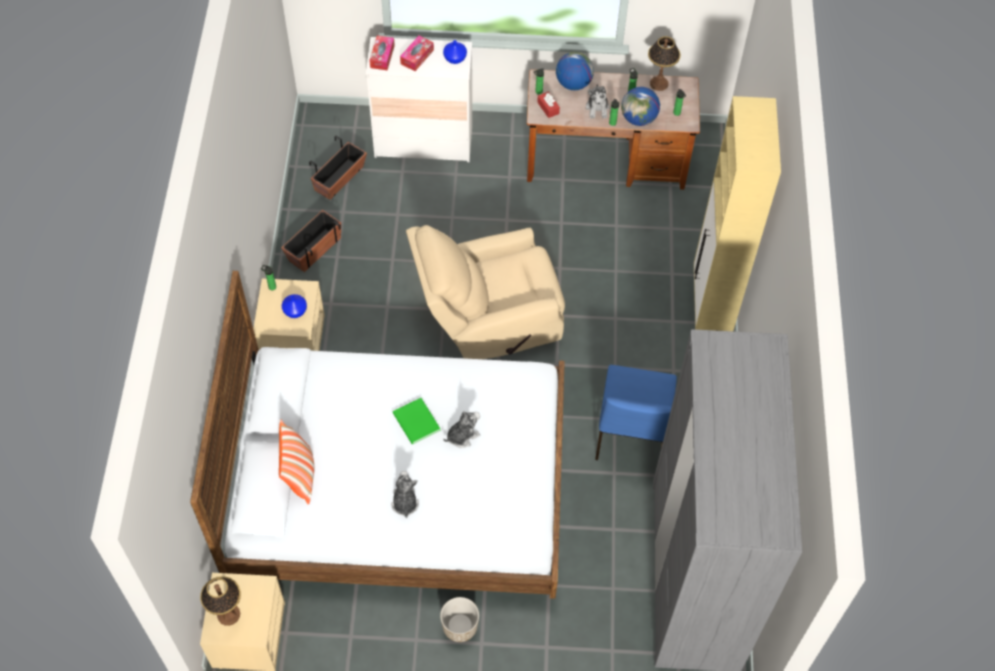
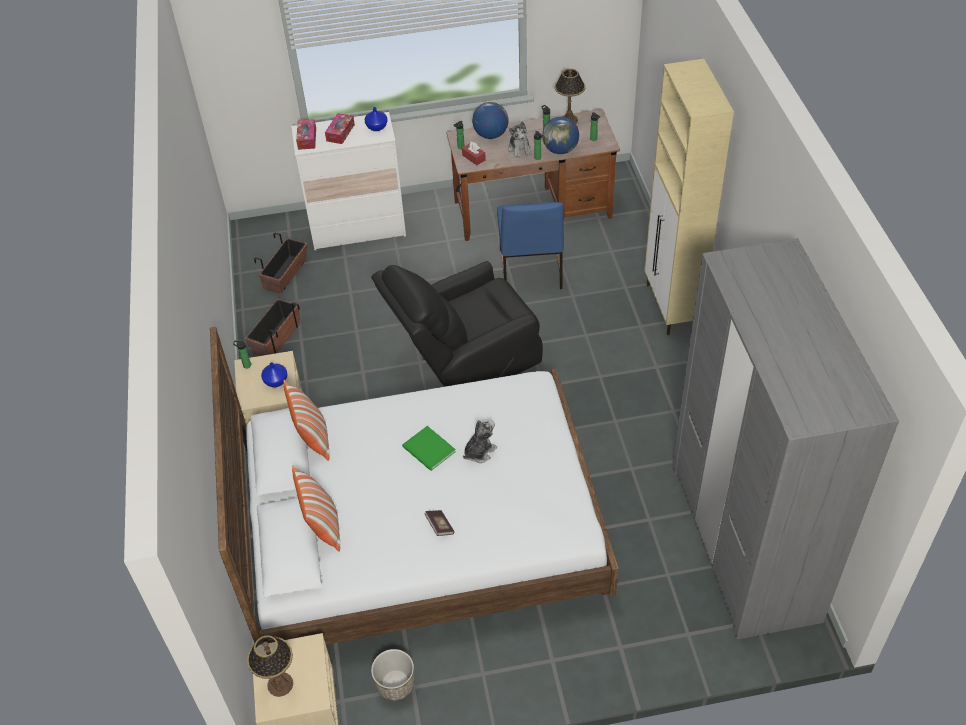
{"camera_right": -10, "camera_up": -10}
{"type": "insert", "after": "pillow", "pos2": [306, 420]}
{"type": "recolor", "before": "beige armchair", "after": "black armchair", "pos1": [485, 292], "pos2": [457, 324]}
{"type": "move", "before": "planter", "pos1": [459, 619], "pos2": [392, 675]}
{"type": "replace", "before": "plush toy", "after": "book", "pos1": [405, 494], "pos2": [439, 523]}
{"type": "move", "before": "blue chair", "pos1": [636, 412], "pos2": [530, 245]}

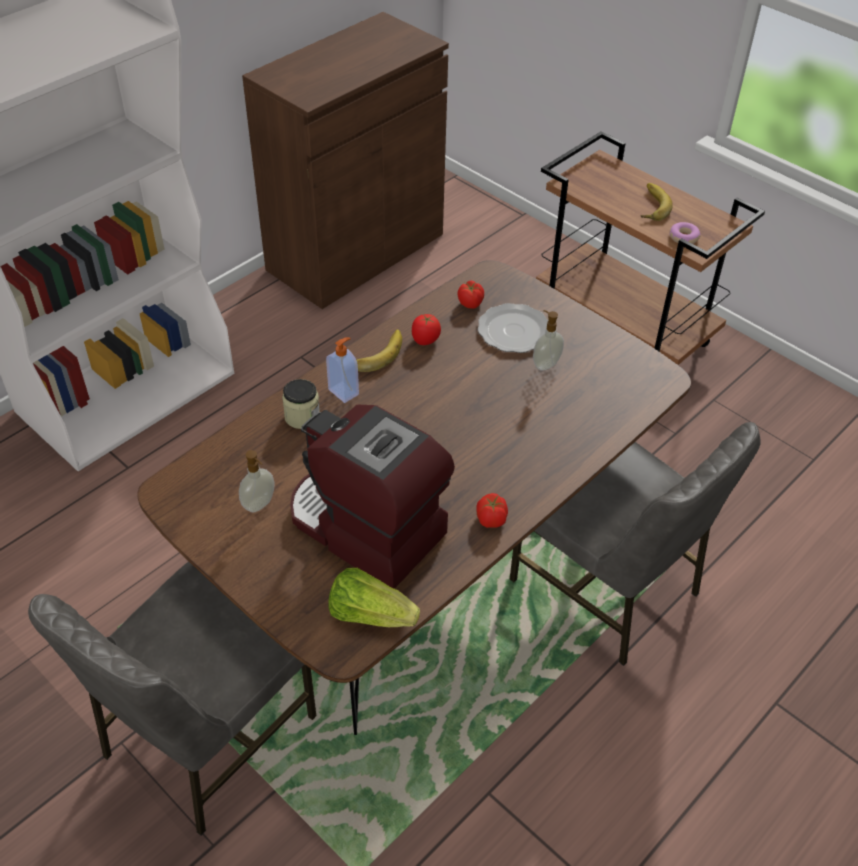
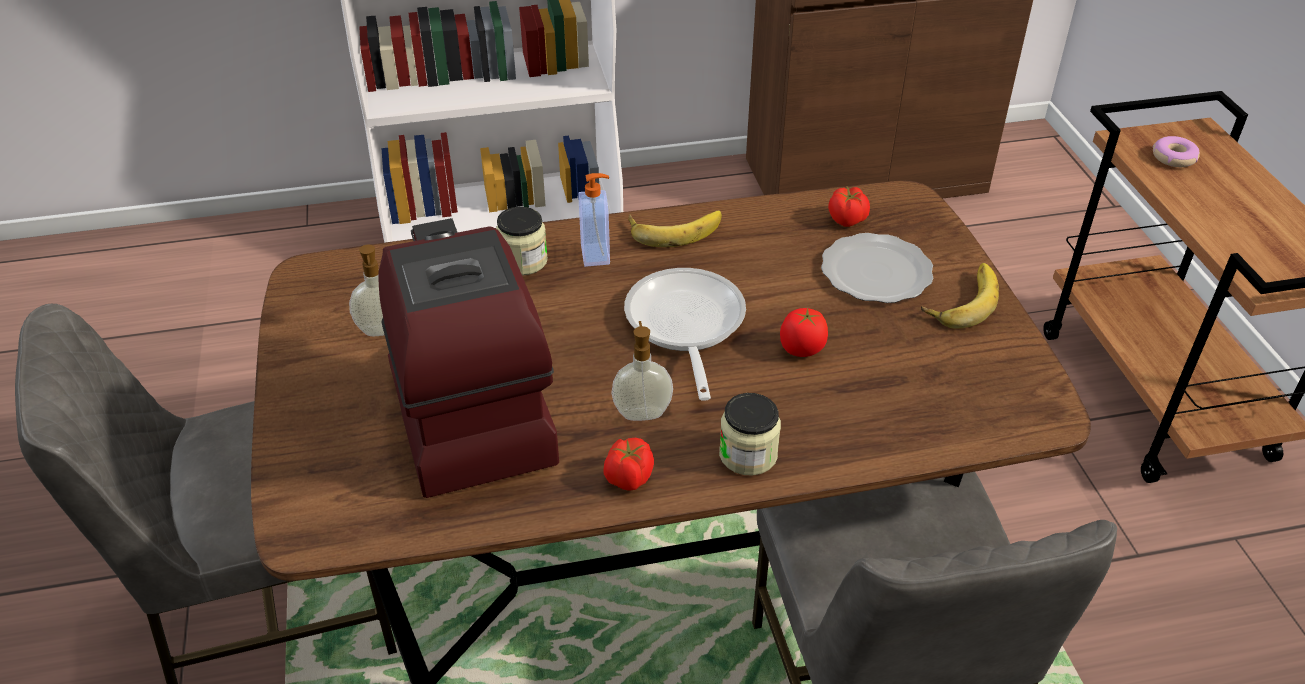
{"camera_right": 35, "camera_up": -5}
{"type": "move", "before": "soap dispenser", "pos1": [548, 340], "pos2": [642, 371]}
{"type": "insert", "after": "frying pan", "pos2": [685, 334]}
{"type": "insert", "after": "jar", "pos2": [750, 434]}
{"type": "move", "before": "tomato", "pos1": [426, 329], "pos2": [804, 332]}
{"type": "move", "before": "banana", "pos1": [657, 202], "pos2": [960, 296]}
{"type": "move", "before": "donut", "pos1": [685, 233], "pos2": [1176, 151]}
{"type": "delete", "before": "lettuce", "pos1": [374, 597]}

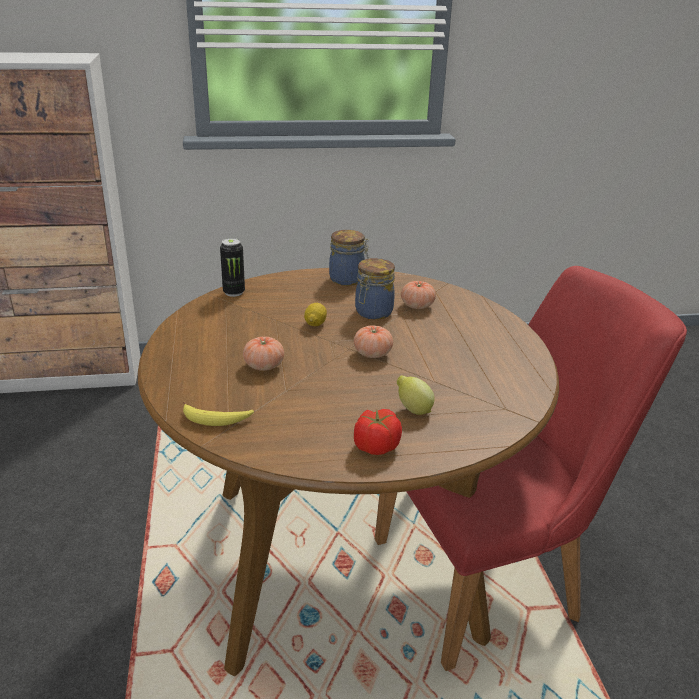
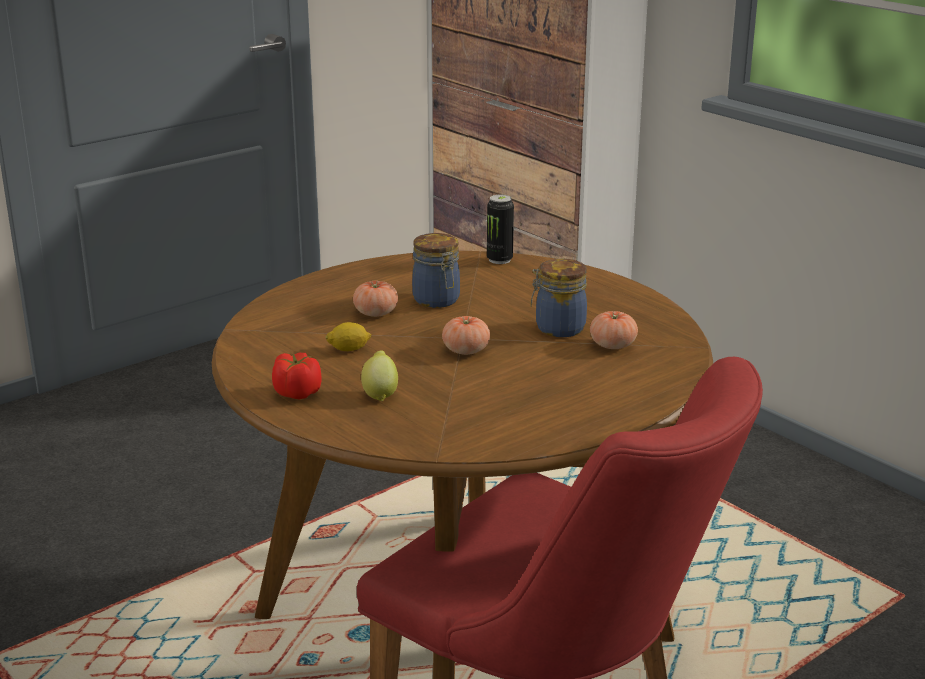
{"camera_right": 60, "camera_up": -5}
{"type": "move", "before": "lemon", "pos1": [315, 314], "pos2": [348, 336]}
{"type": "move", "before": "jar", "pos1": [349, 258], "pos2": [436, 270]}
{"type": "delete", "before": "banana", "pos1": [218, 414]}

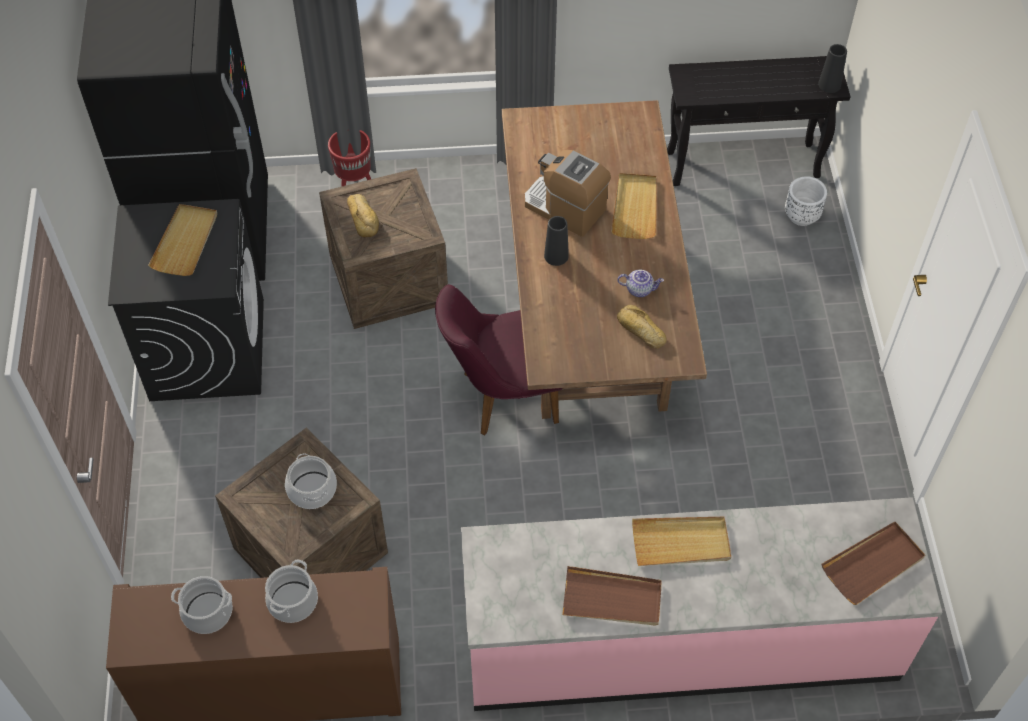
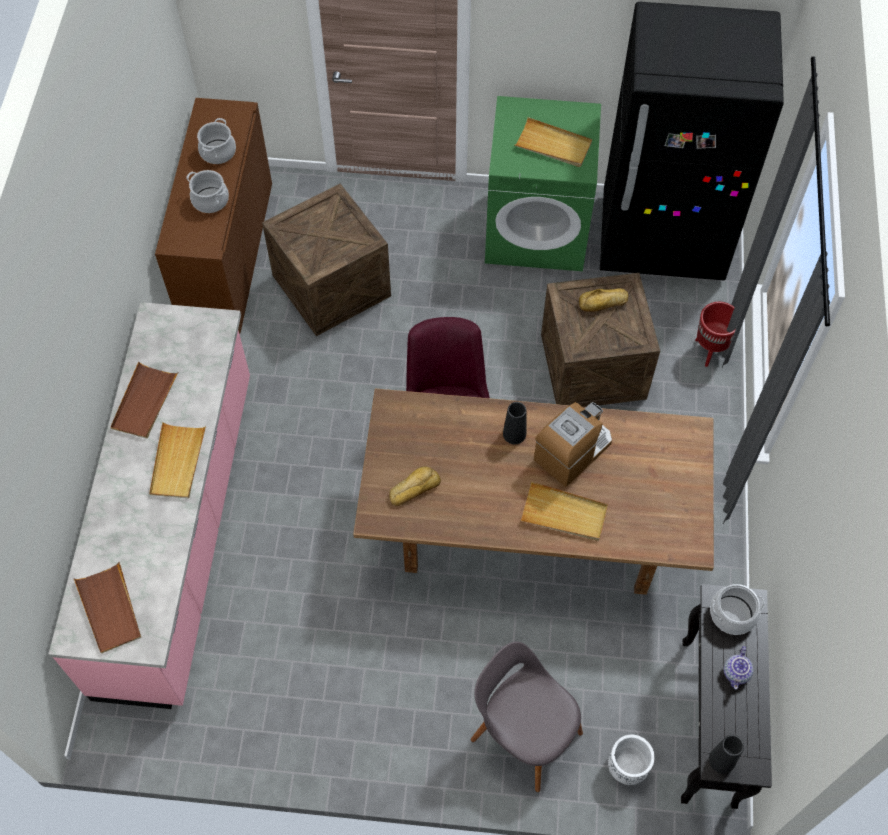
{"camera_right": 100, "camera_up": 5}
{"type": "insert", "after": "grey chair", "pos2": [527, 716]}
{"type": "recolor", "before": "black washing machine", "after": "green washing machine", "pos1": [186, 300], "pos2": [543, 183]}
{"type": "move", "before": "cooking pot", "pos1": [311, 481], "pos2": [737, 609]}
{"type": "move", "before": "teapot", "pos1": [640, 283], "pos2": [738, 667]}

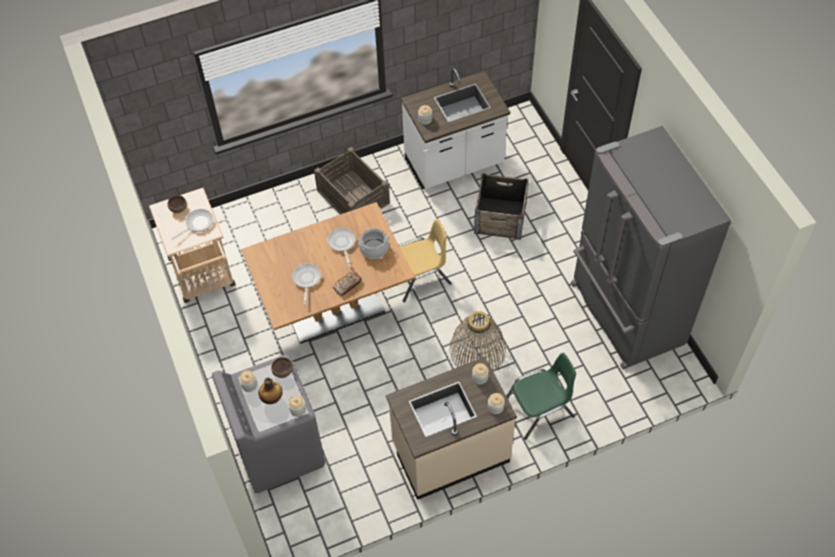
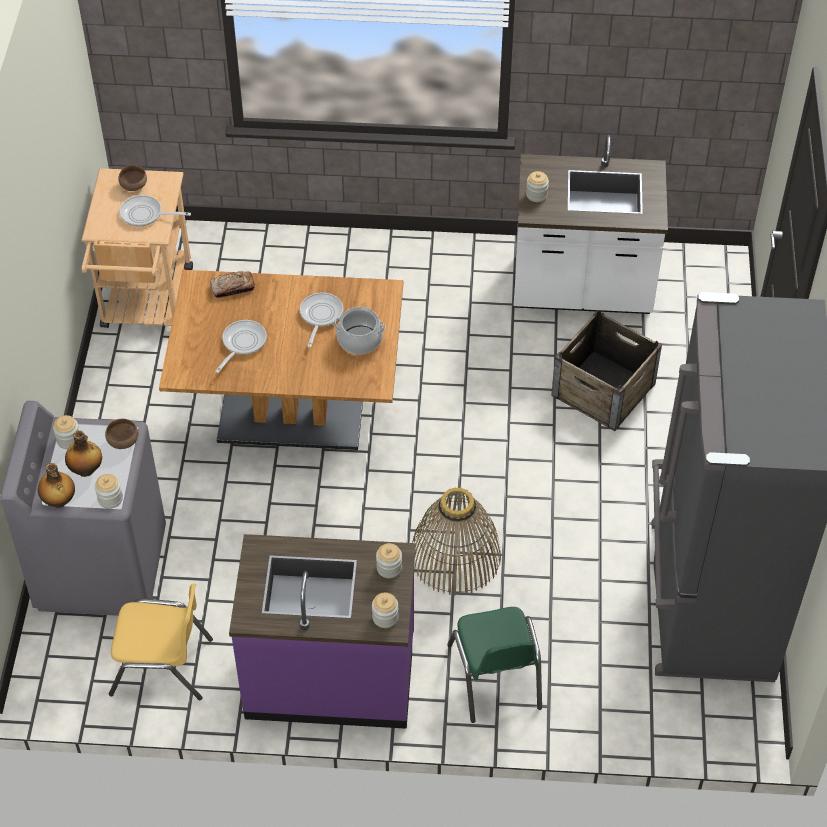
{"camera_right": 25, "camera_up": -5}
{"type": "insert", "after": "bottle", "pos2": [56, 485]}
{"type": "move", "before": "yellow chair", "pos1": [425, 261], "pos2": [161, 642]}
{"type": "rotate", "before": "frying pan", "pos1": [192, 224], "pos2": [155, 211], "turn": -150}
{"type": "move", "before": "bread", "pos1": [347, 283], "pos2": [232, 284]}
{"type": "recolor", "before": "beige counter", "after": "purple counter", "pos1": [451, 428], "pos2": [322, 631]}
{"type": "rotate", "before": "green chair", "pos1": [541, 396], "pos2": [494, 665], "turn": 75}
{"type": "delete", "before": "crate", "pos1": [352, 180]}

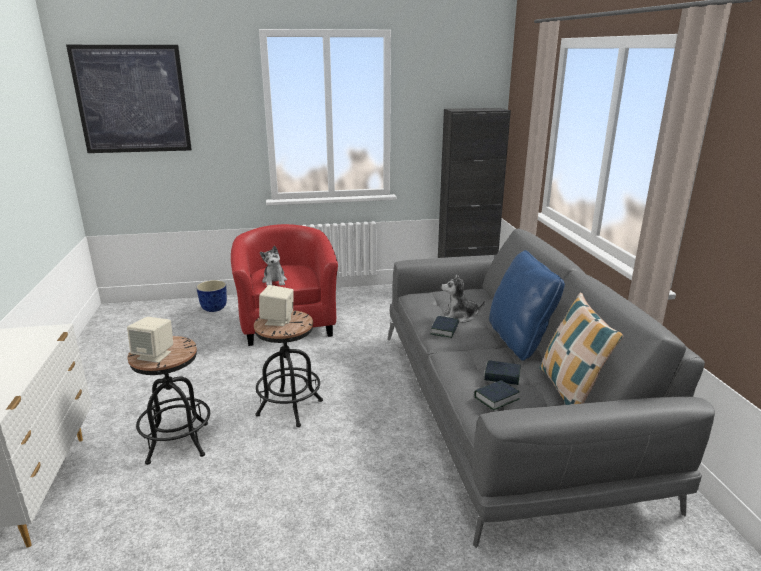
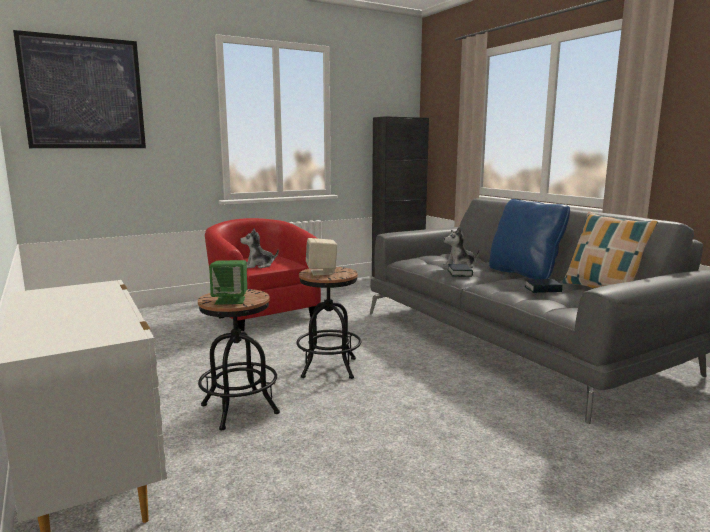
{"camera_right": -20, "camera_up": -10}
{"type": "recolor", "before": "beige speaker", "after": "green speaker", "pos1": [150, 340], "pos2": [228, 282]}
{"type": "rotate", "before": "plush toy", "pos1": [273, 266], "pos2": [259, 248], "turn": 105}
{"type": "delete", "before": "planter", "pos1": [211, 296]}
{"type": "delete", "before": "book", "pos1": [496, 395]}

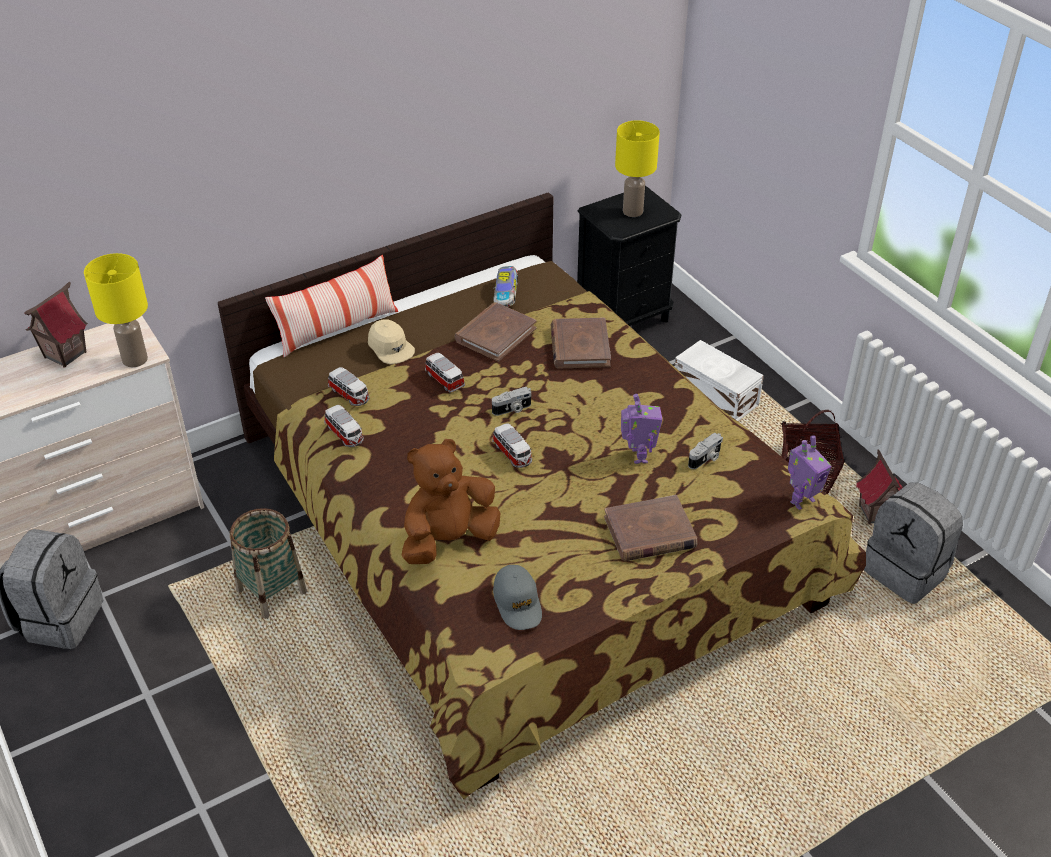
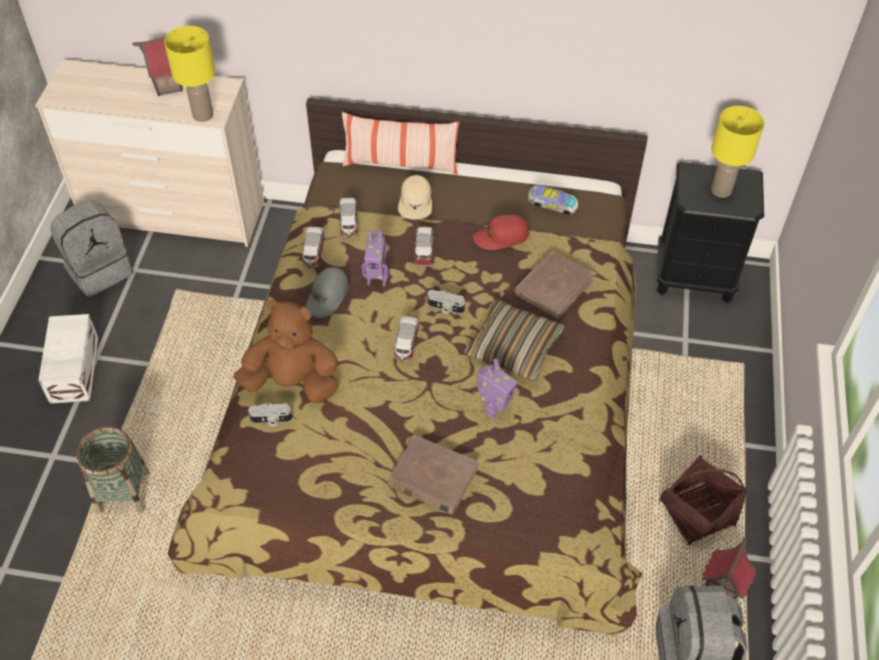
{"camera_right": 40, "camera_up": 10}
{"type": "move", "before": "white storage box", "pos1": [719, 380], "pos2": [68, 359]}
{"type": "move", "before": "basket", "pos1": [268, 563], "pos2": [113, 470]}
{"type": "move", "before": "photo camera", "pos1": [705, 451], "pos2": [270, 415]}
{"type": "move", "before": "grey cap", "pos1": [517, 597], "pos2": [327, 292]}
{"type": "move", "before": "toy robot", "pos1": [809, 472], "pos2": [375, 257]}
{"type": "insert", "after": "pillow", "pos2": [514, 339]}
{"type": "replace", "before": "brown book", "after": "red cap", "pos1": [496, 332], "pos2": [501, 232]}
{"type": "rotate", "before": "toy car", "pos1": [505, 286], "pos2": [553, 200], "turn": -120}

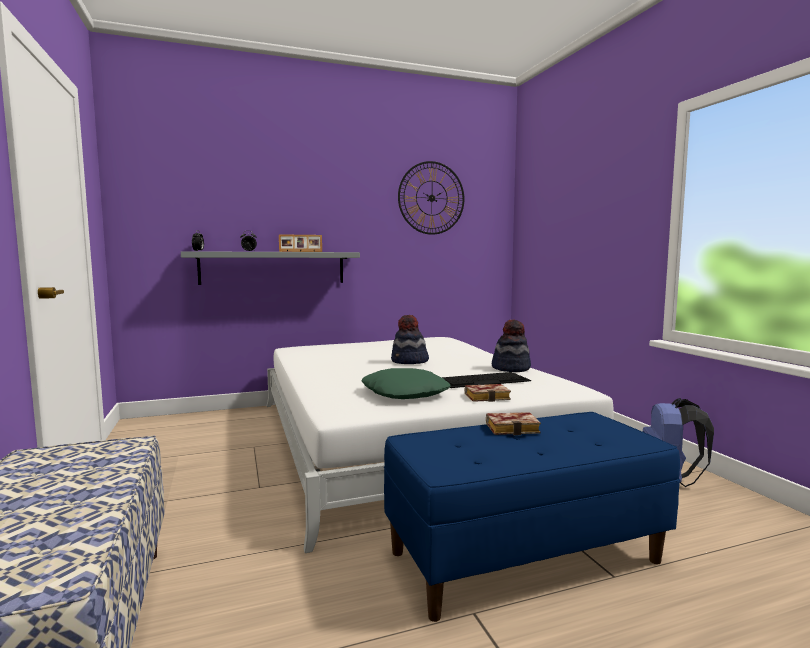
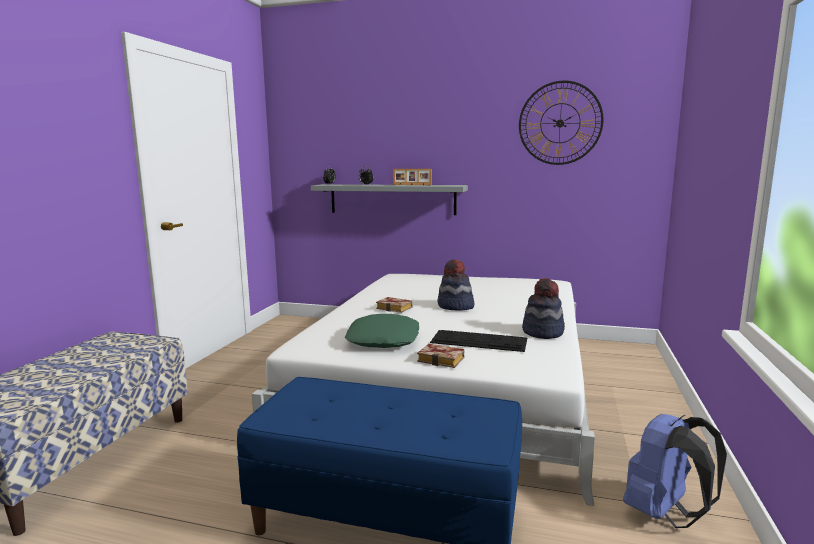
{"camera_right": 35, "camera_up": 5}
{"type": "move", "before": "book", "pos1": [513, 423], "pos2": [394, 305]}

